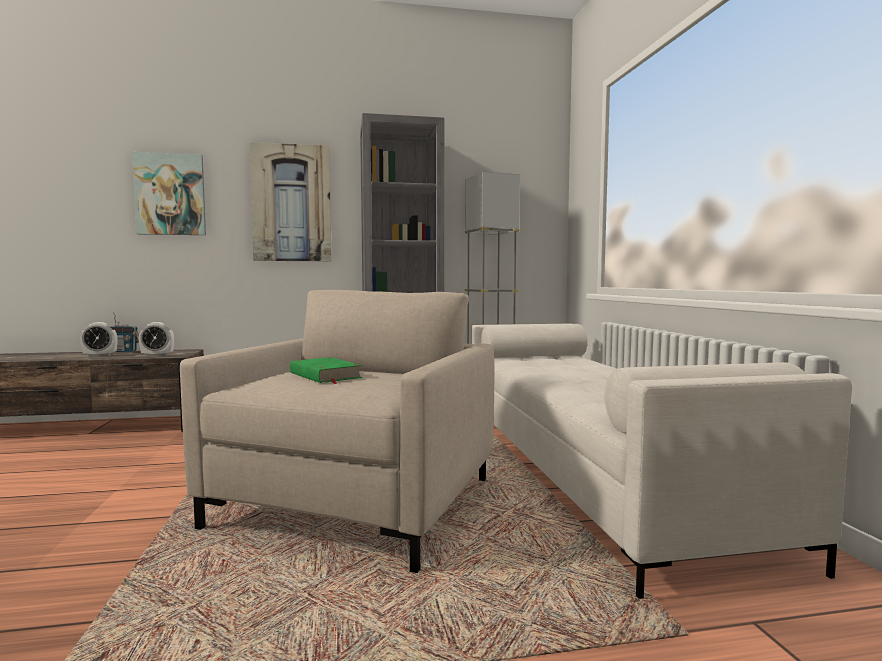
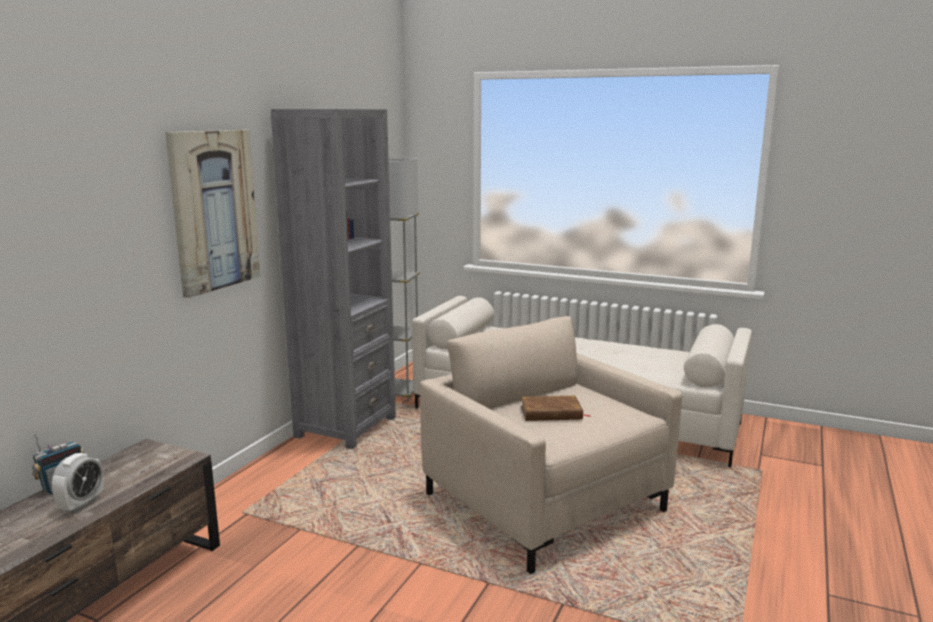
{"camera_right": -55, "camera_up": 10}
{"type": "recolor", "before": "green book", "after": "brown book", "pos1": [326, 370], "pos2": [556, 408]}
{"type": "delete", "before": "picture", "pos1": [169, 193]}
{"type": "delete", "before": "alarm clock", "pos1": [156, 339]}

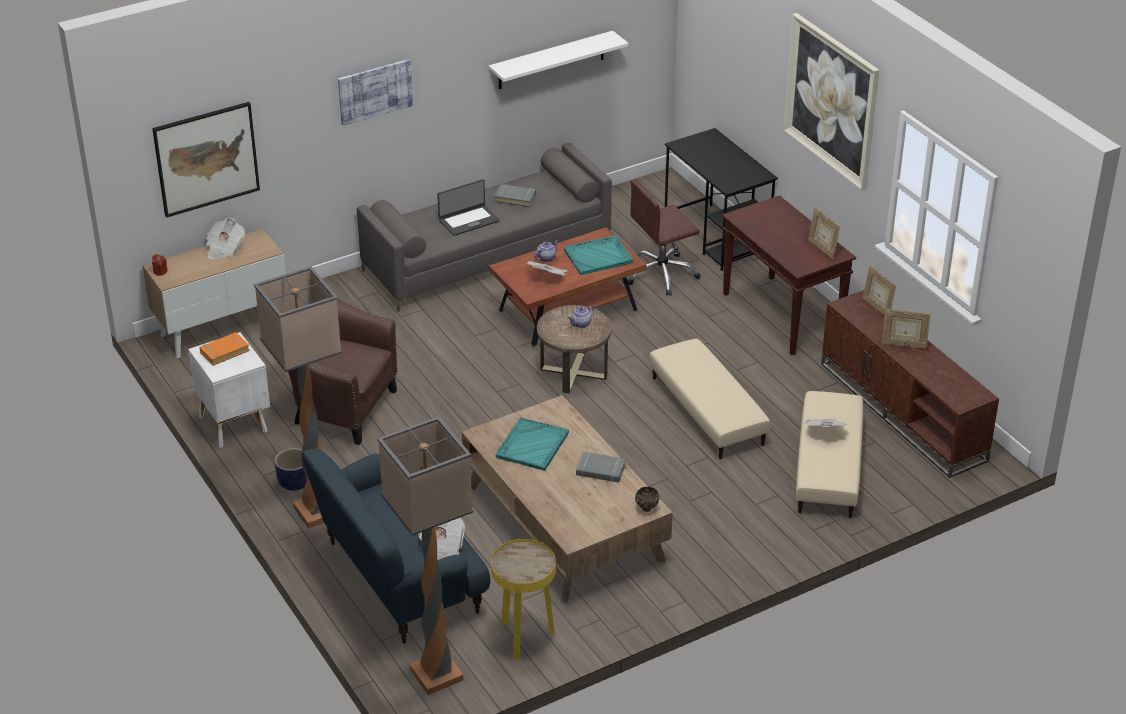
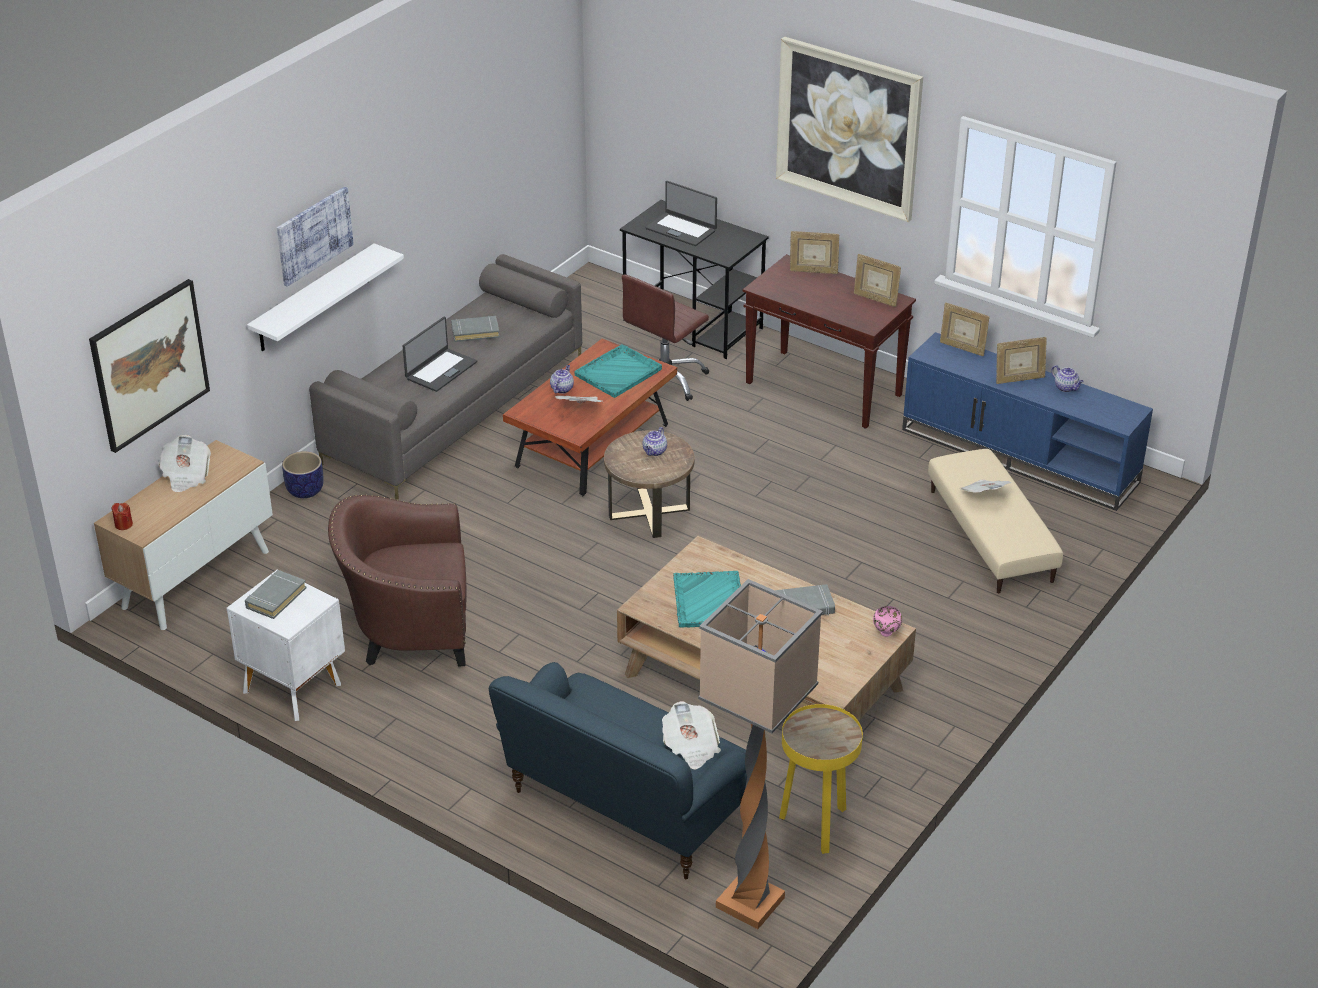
{"camera_right": -25, "camera_up": 0}
{"type": "recolor", "before": "orange book", "after": "grey book", "pos1": [225, 349], "pos2": [276, 594]}
{"type": "move", "before": "white shelf", "pos1": [558, 60], "pos2": [325, 297]}
{"type": "move", "before": "planter", "pos1": [290, 469], "pos2": [302, 474]}
{"type": "insert", "after": "laptop", "pos2": [681, 213]}
{"type": "insert", "after": "picture frame", "pos2": [814, 252]}
{"type": "recolor", "before": "brown bowl", "after": "pink bowl", "pos1": [647, 499], "pos2": [887, 621]}
{"type": "recolor", "before": "brown tv stand", "after": "blue tv stand", "pos1": [910, 384], "pos2": [1027, 421]}
{"type": "insert", "after": "teapot", "pos2": [1067, 378]}
{"type": "delete", "before": "floor lamp", "pos1": [298, 397]}
{"type": "delete", "before": "beige ottoman", "pos1": [710, 399]}

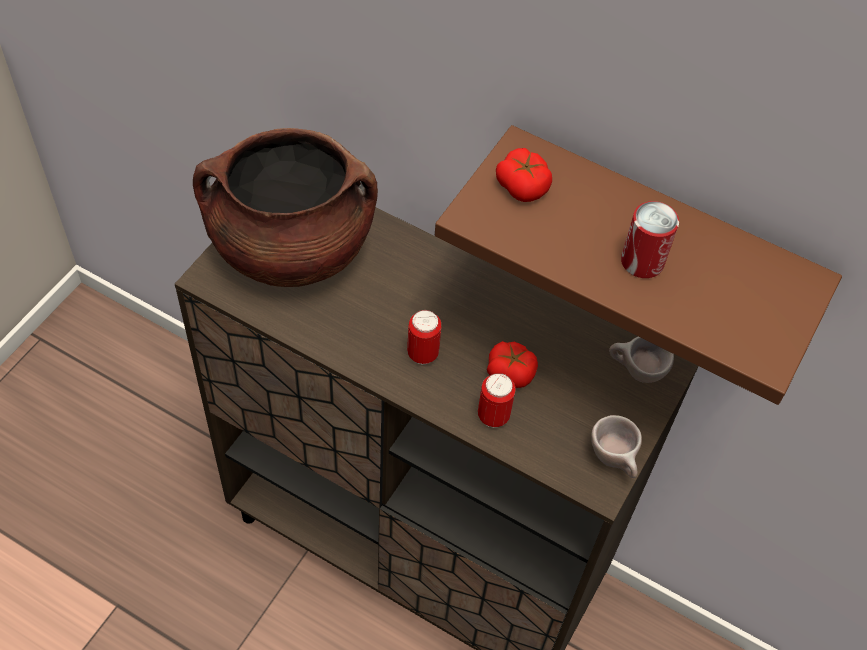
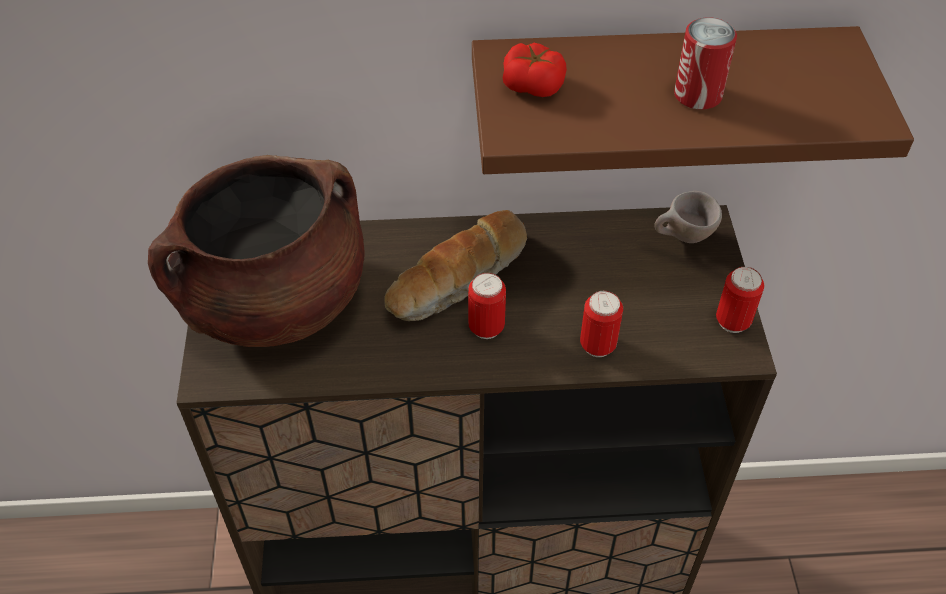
{"camera_right": -30, "camera_up": -5}
{"type": "insert", "after": "bread", "pos2": [455, 265]}
{"type": "replace", "before": "beige cup", "after": "can", "pos1": [616, 446], "pos2": [740, 300]}
{"type": "delete", "before": "tomato", "pos1": [512, 364]}

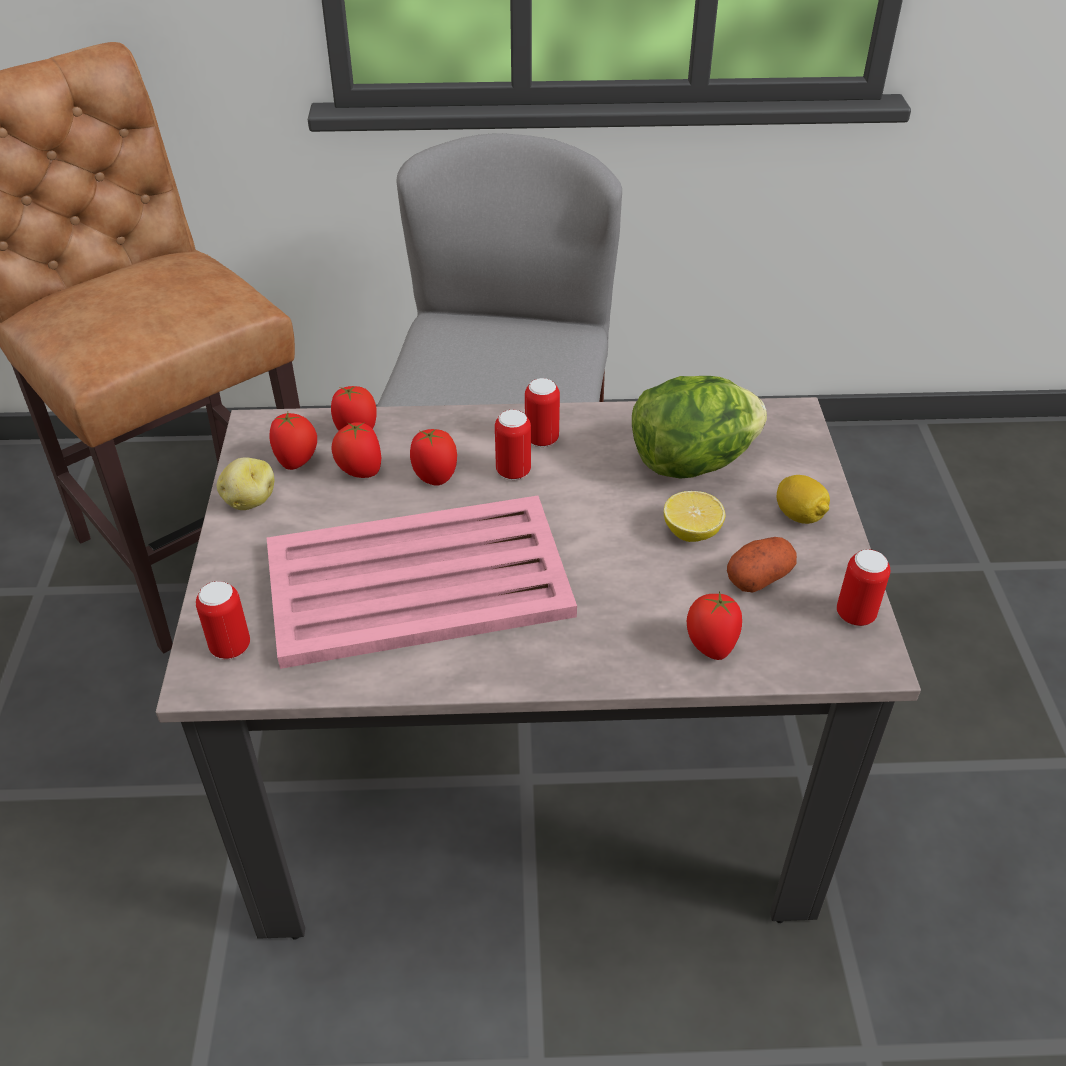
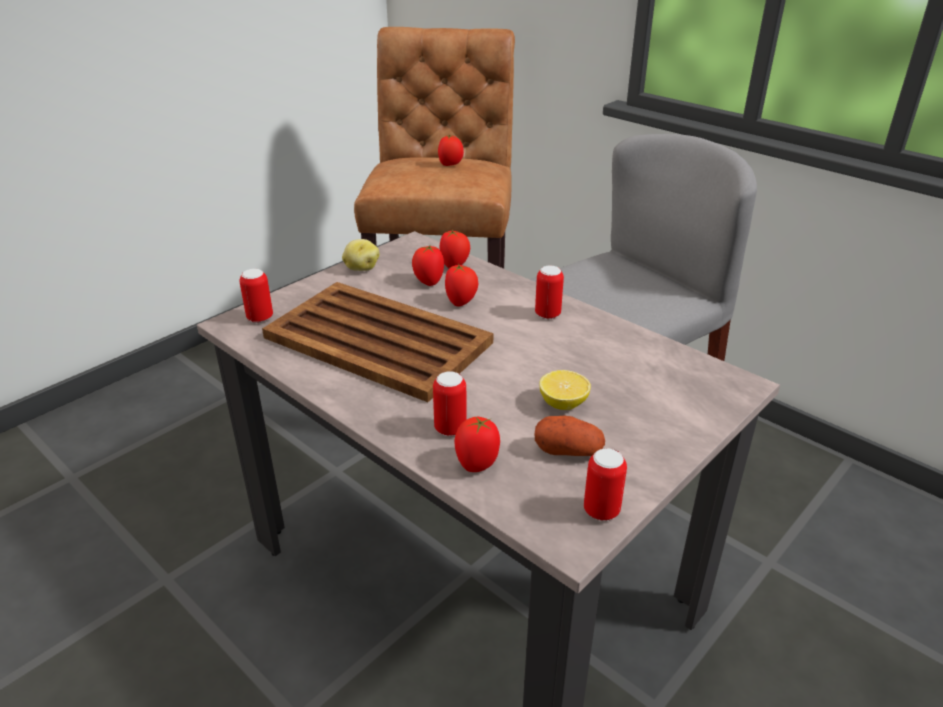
{"camera_right": 45, "camera_up": -10}
{"type": "recolor", "before": "pink tray", "after": "brown tray", "pos1": [422, 582], "pos2": [377, 342]}
{"type": "move", "before": "can", "pos1": [513, 445], "pos2": [450, 403]}
{"type": "move", "before": "tomato", "pos1": [293, 441], "pos2": [451, 150]}
{"type": "delete", "before": "lettuce", "pos1": [699, 427]}
{"type": "delete", "before": "lemon", "pos1": [803, 499]}

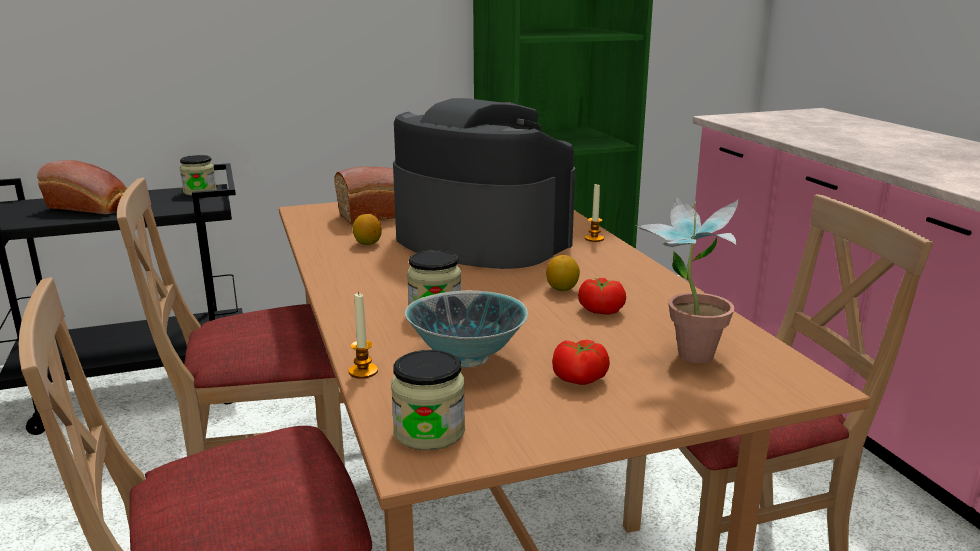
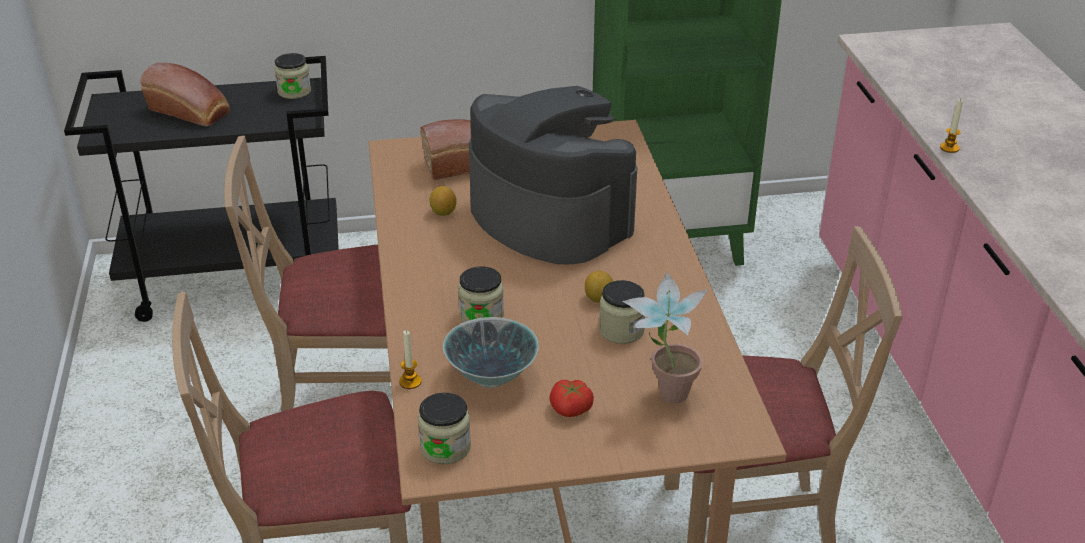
{"camera_right": 10, "camera_up": 15}
{"type": "replace", "before": "tomato", "after": "jar", "pos1": [602, 296], "pos2": [622, 312]}
{"type": "move", "before": "candle", "pos1": [594, 213], "pos2": [951, 126]}

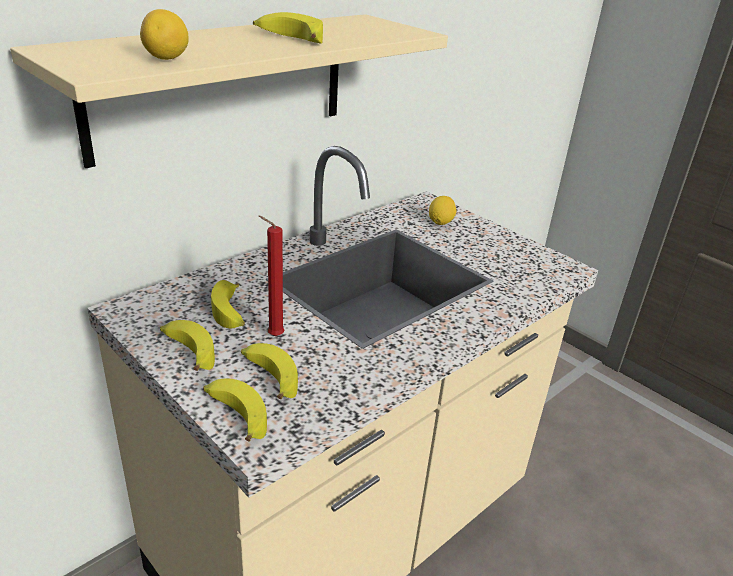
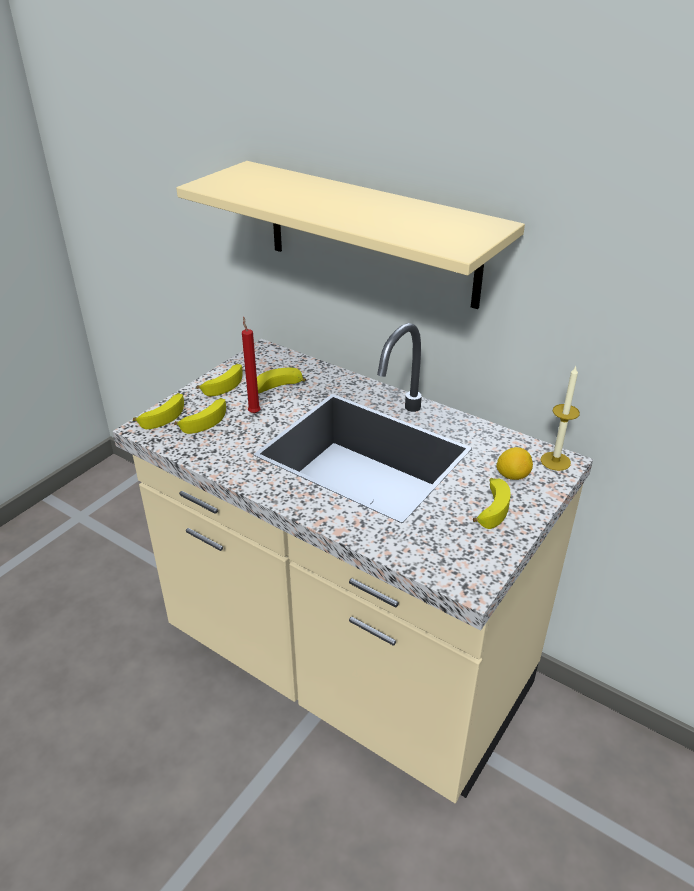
{"camera_right": 80, "camera_up": 5}
{"type": "move", "before": "banana", "pos1": [288, 28], "pos2": [491, 503]}
{"type": "insert", "after": "candle", "pos2": [560, 418]}
{"type": "delete", "before": "lemon", "pos1": [164, 34]}

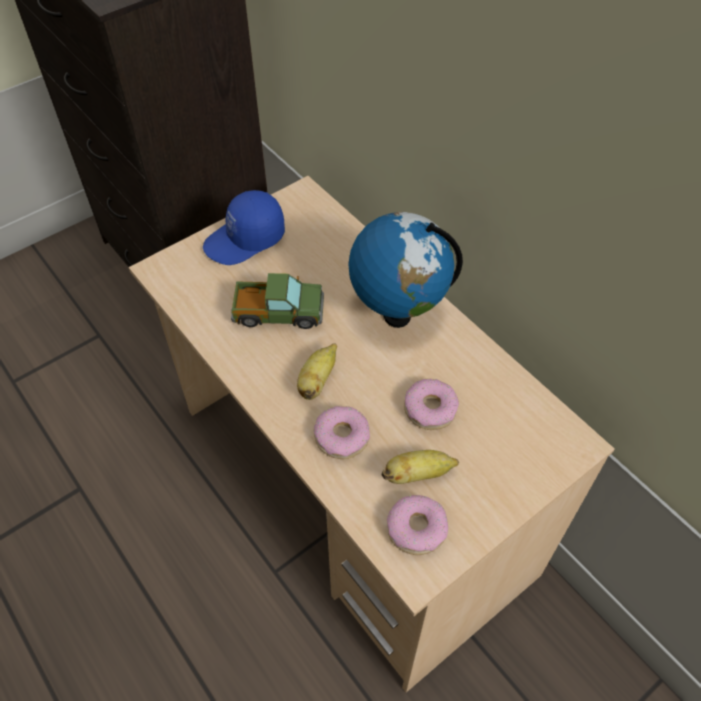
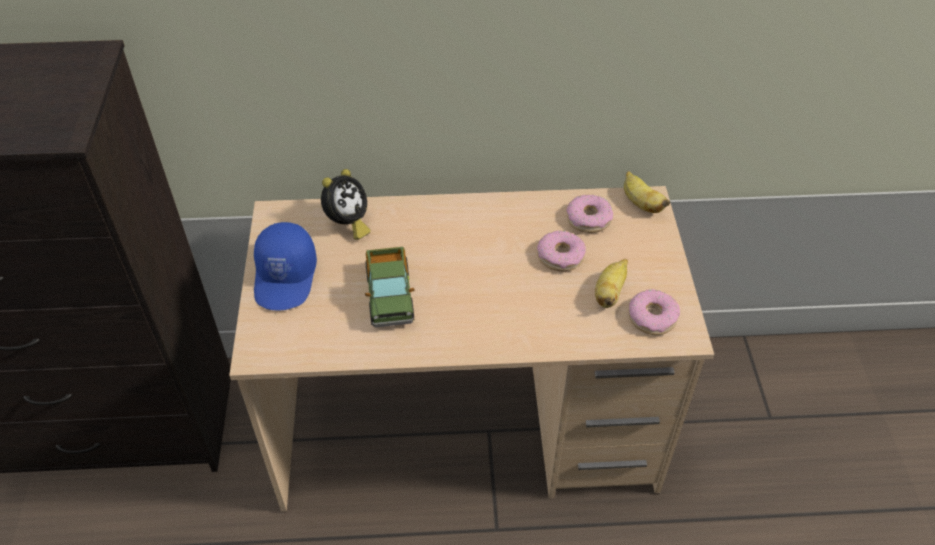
{"camera_right": -55, "camera_up": -5}
{"type": "insert", "after": "alarm clock", "pos2": [346, 204]}
{"type": "rotate", "before": "toy truck", "pos1": [277, 301], "pos2": [389, 287], "turn": 135}
{"type": "move", "before": "donut", "pos1": [342, 432], "pos2": [589, 214]}
{"type": "move", "before": "banana", "pos1": [317, 372], "pos2": [647, 192]}
{"type": "delete", "before": "globe", "pos1": [405, 270]}

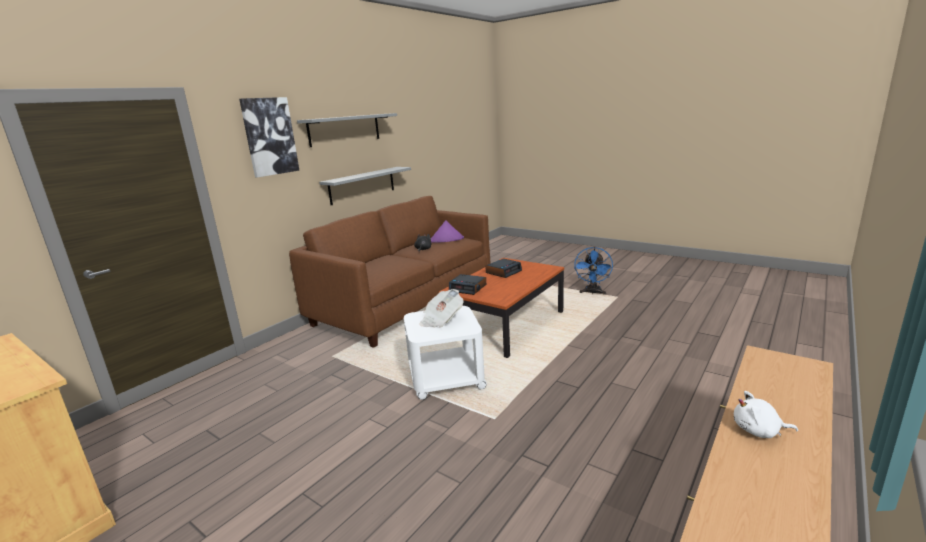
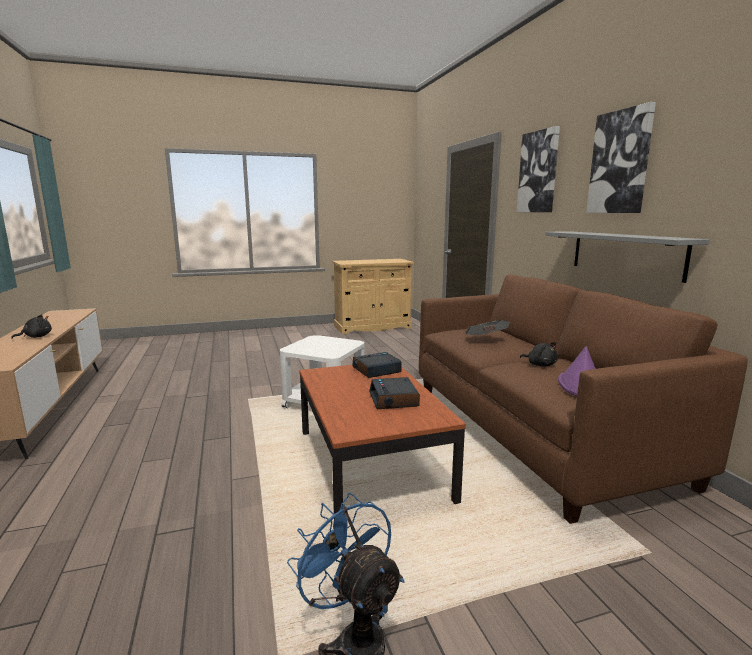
{"camera_right": 125, "camera_up": -5}
{"type": "recolor", "before": "white plush toy", "after": "black plush toy", "pos1": [766, 414], "pos2": [31, 326]}
{"type": "move", "before": "newspaper", "pos1": [441, 308], "pos2": [487, 327]}
{"type": "replace", "before": "grey shelf", "after": "picture", "pos1": [347, 130], "pos2": [621, 157]}

